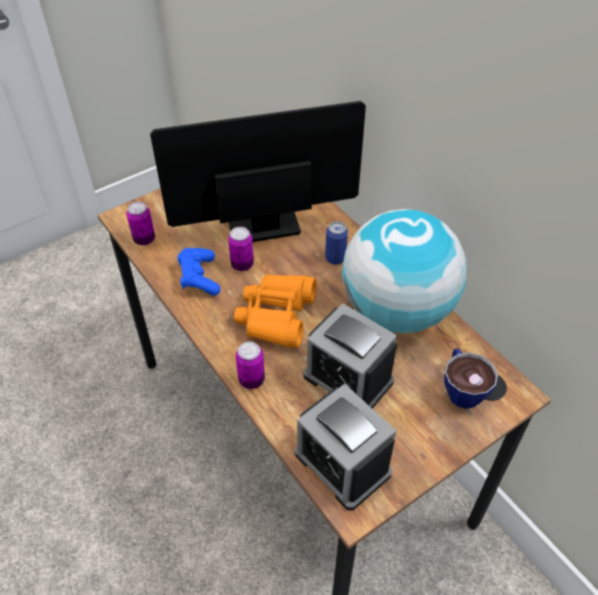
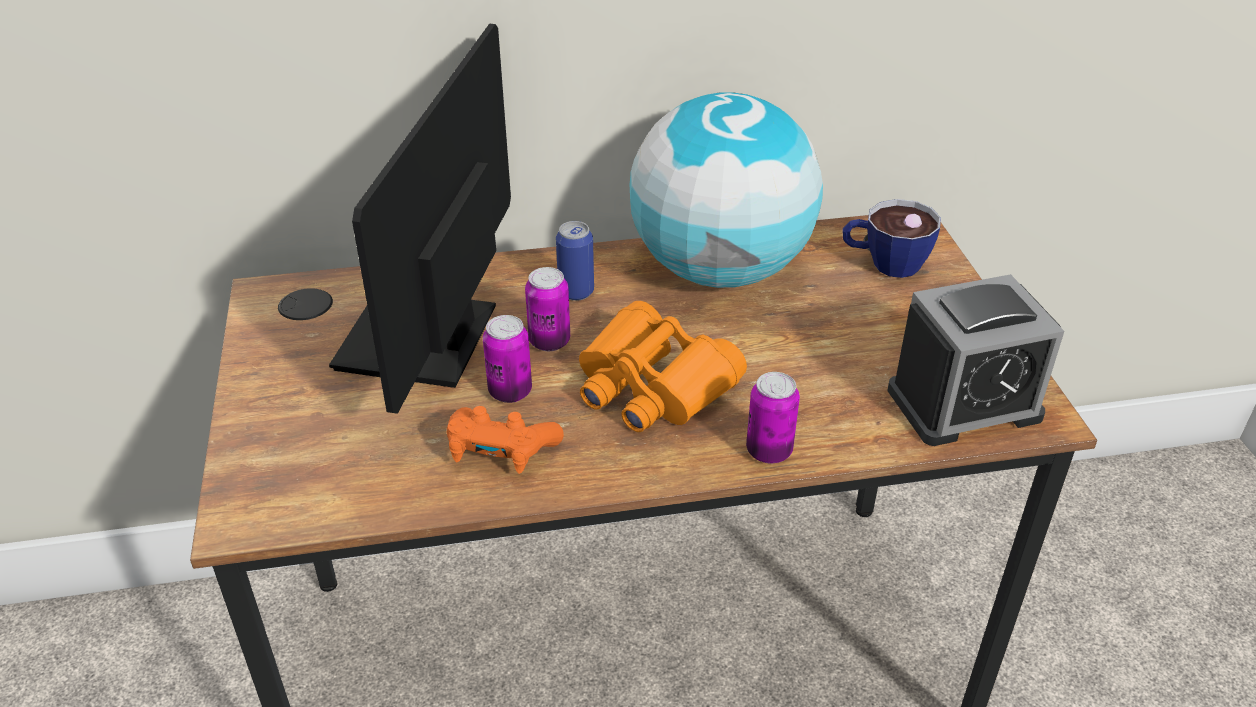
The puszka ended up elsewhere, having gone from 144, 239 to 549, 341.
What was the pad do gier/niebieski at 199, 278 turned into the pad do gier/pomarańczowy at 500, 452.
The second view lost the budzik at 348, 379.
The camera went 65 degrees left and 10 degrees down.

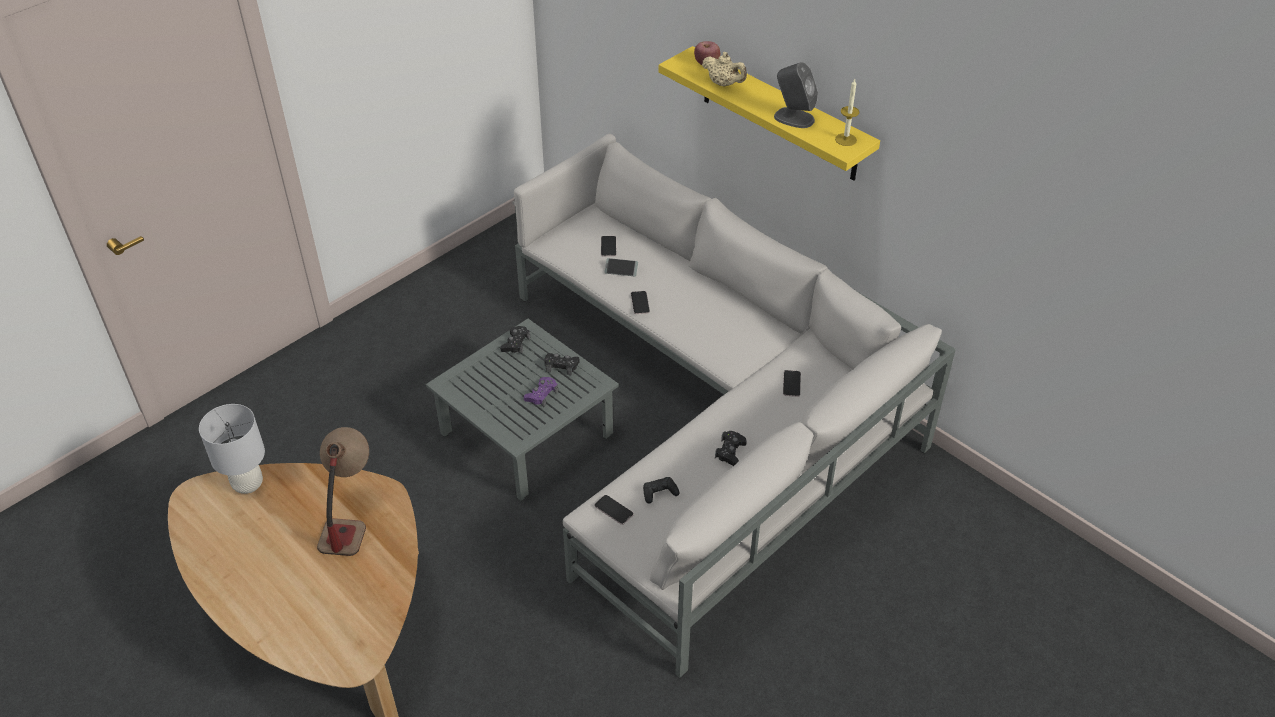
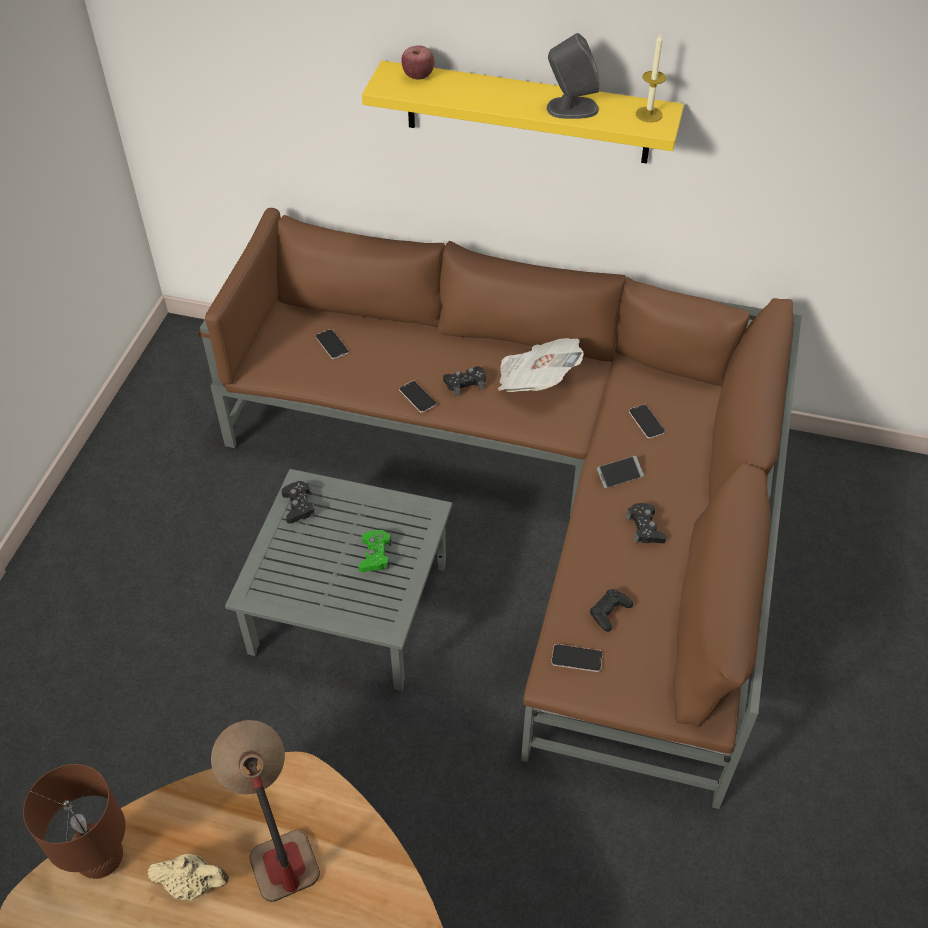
The imbryk/beżowy ended up elsewhere, having gone from 724, 84 to 193, 884.
What was the kanapa/biały at 680, 425 turned into the kanapa/brązowy at 510, 517.
The telefon ended up elsewhere, having gone from 621, 270 to 619, 475.
The pad do gier/czarny ended up elsewhere, having gone from 561, 366 to 465, 383.
What was the pad do gier/fioletowy at 541, 395 turned into the pad do gier/zielony at 375, 555.
What was the lampa stołowa/szary at 249, 485 turned into the lampa stołowa/brązowy at 104, 859.
The second view gained the gazeta at 536, 381.
The camera went 30 degrees left and 5 degrees up.

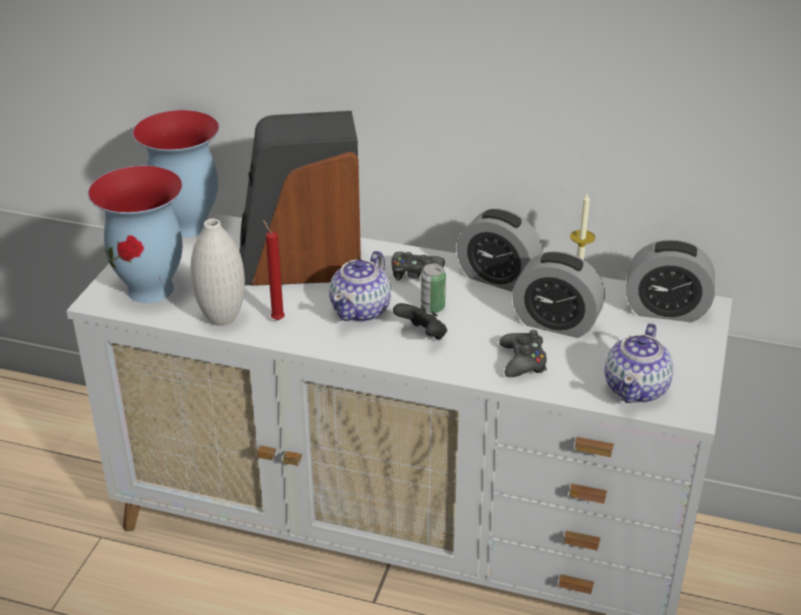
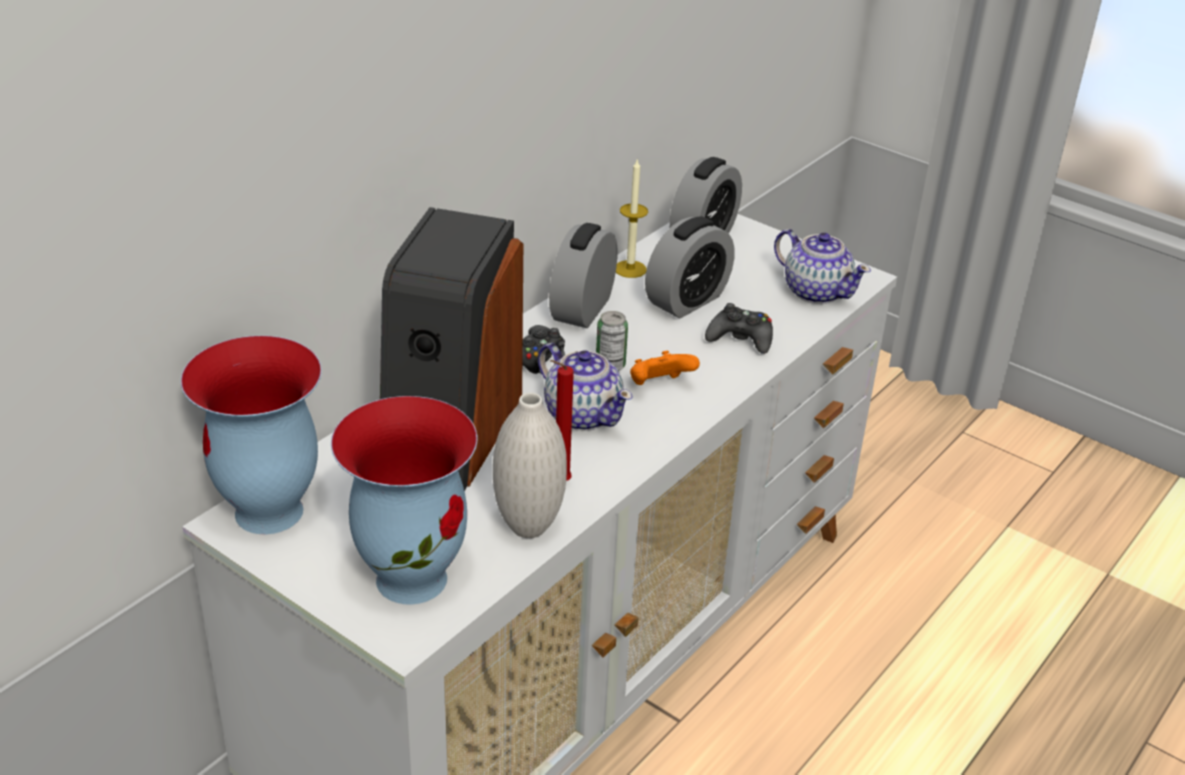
The budzik at 498, 278 ended up facing another way, 150 degrees clockwise from before.
What was the pad do gier/czarny at 422, 335 turned into the pad do gier/pomarańczowy at 659, 386.
The camera went 70 degrees left and 0 degrees up.

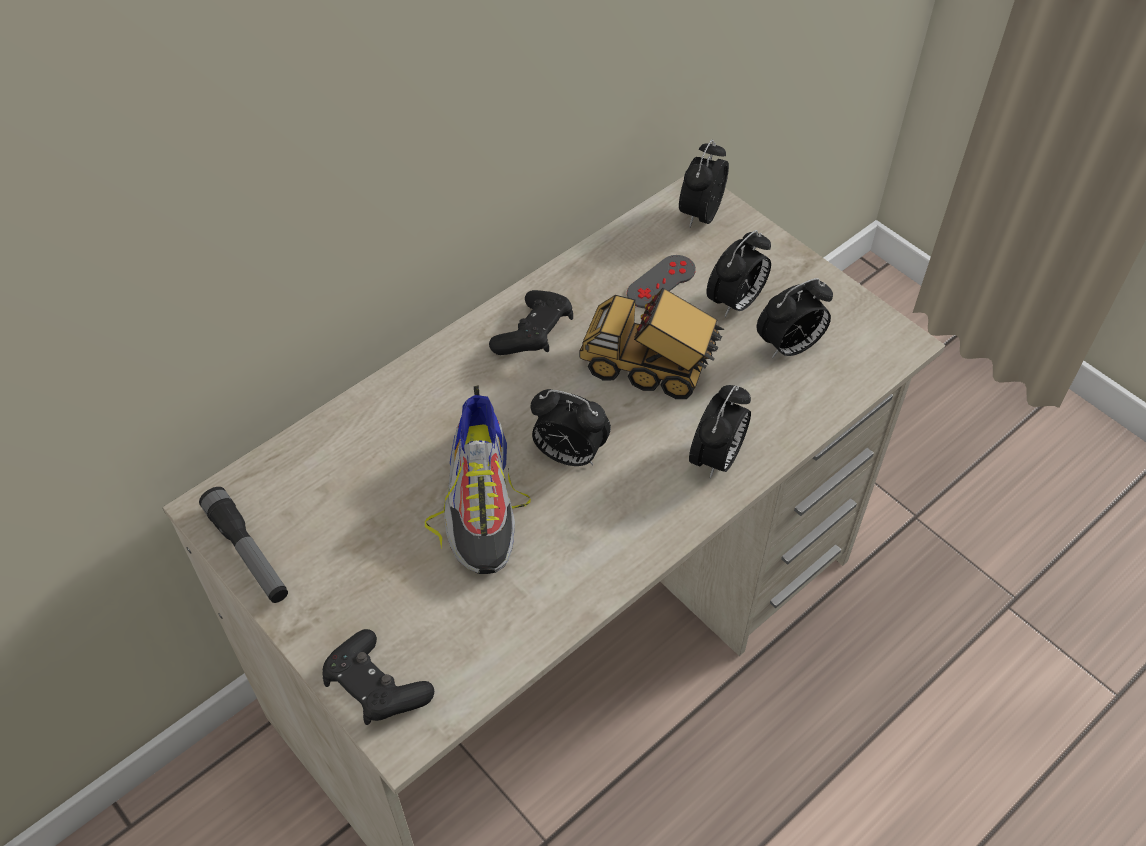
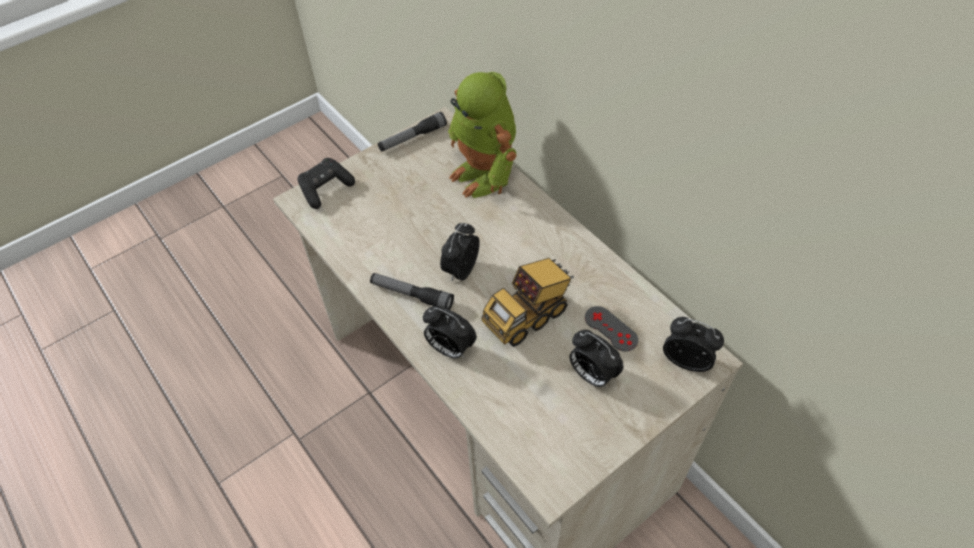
The second view lost the budzik at 789, 347.
The ciężarówka zabawkowa at 649, 369 ended up facing another way, 150 degrees counterclockwise from before.
The second view lost the pad do gier/czarny at 534, 336.
The second view lost the but at 482, 500.
The second view gained the robot zabawkowy at 485, 175.
The second view gained the latarka at 411, 295.
The camera went 95 degrees right and 0 degrees up.

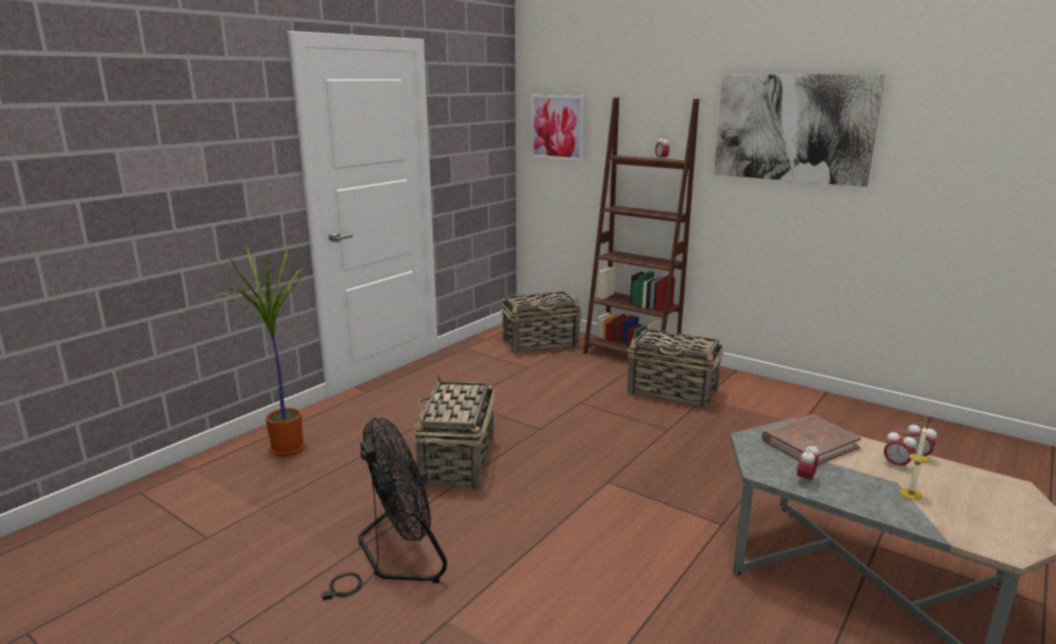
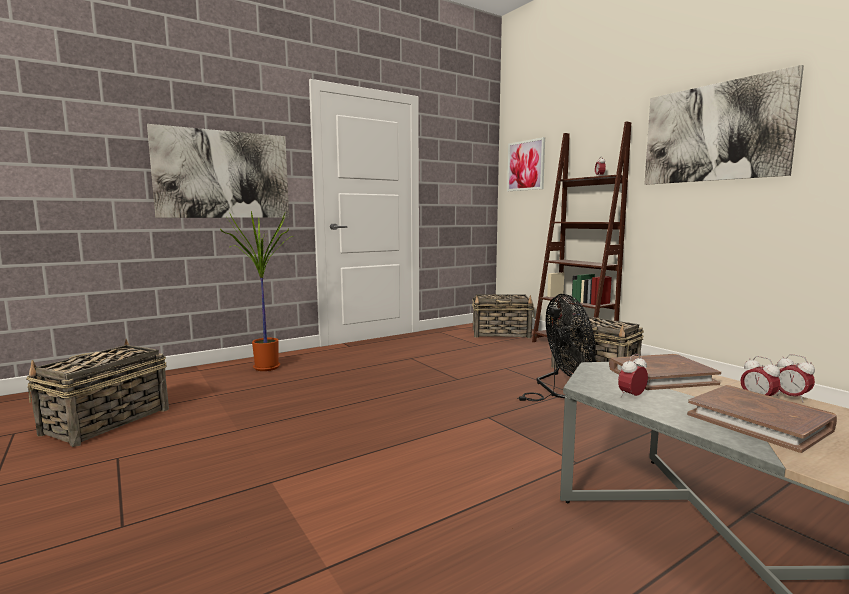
The koszyk ended up elsewhere, having gone from 457, 462 to 105, 422.
The wentylator/czarny ended up elsewhere, having gone from 389, 555 to 559, 390.
Where the świeca stood at 910, 494, the książka/brązowy came to stand at 759, 422.
The second view gained the obraz at 223, 174.
The camera went 20 degrees right and 10 degrees down.

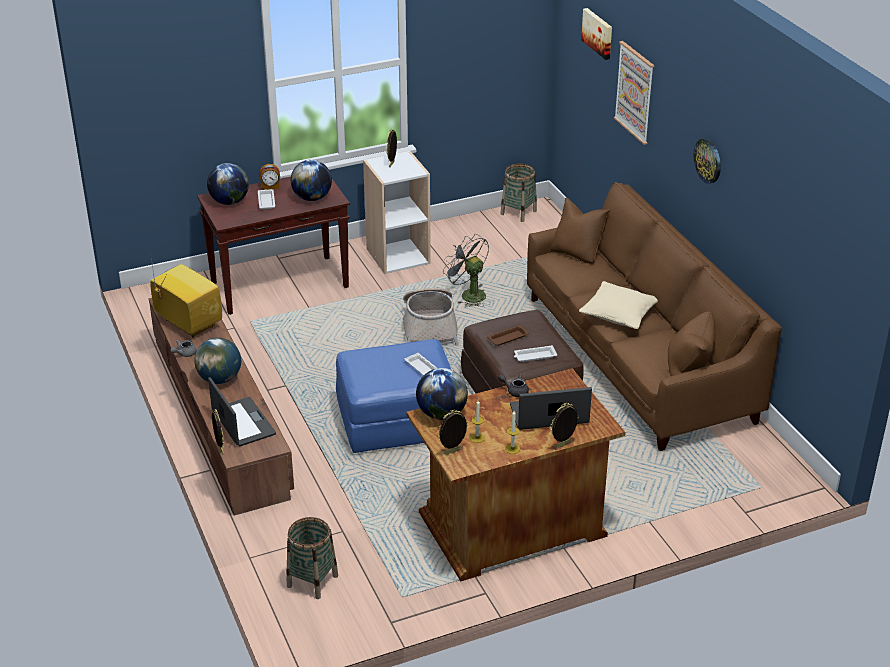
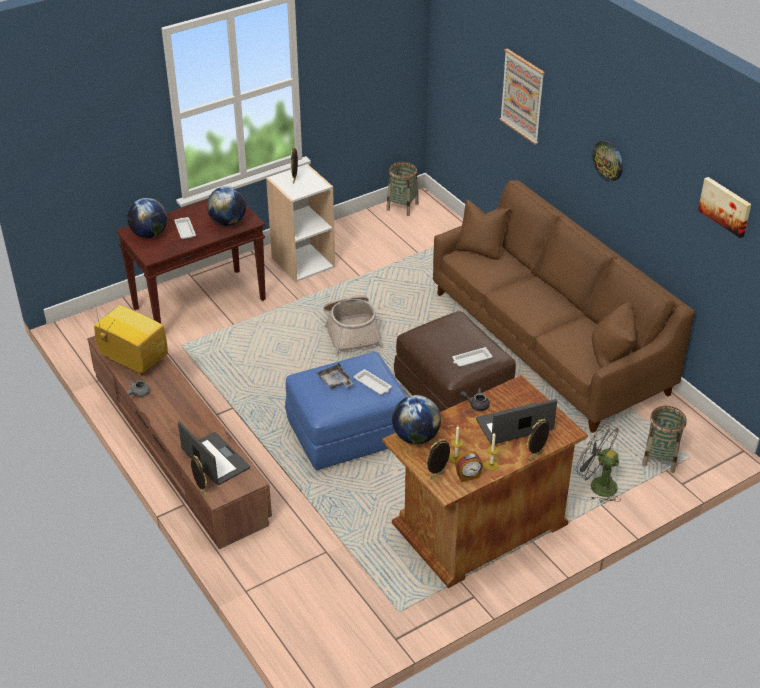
The obraz ended up elsewhere, having gone from 598, 33 to 726, 206.
The budzik ended up elsewhere, having gone from 270, 187 to 468, 476.
The wentylator/szary ended up elsewhere, having gone from 468, 294 to 597, 485.
The second view lost the poduszka/beżowy at 619, 314.
The second view lost the taca/brązowy at 508, 338.
The second view lost the globus at 220, 379.
The koszyk ended up elsewhere, having gone from 312, 581 to 660, 458.
The second view gained the taca/szary at 335, 381.
The camera went 10 degrees left and 5 degrees up.

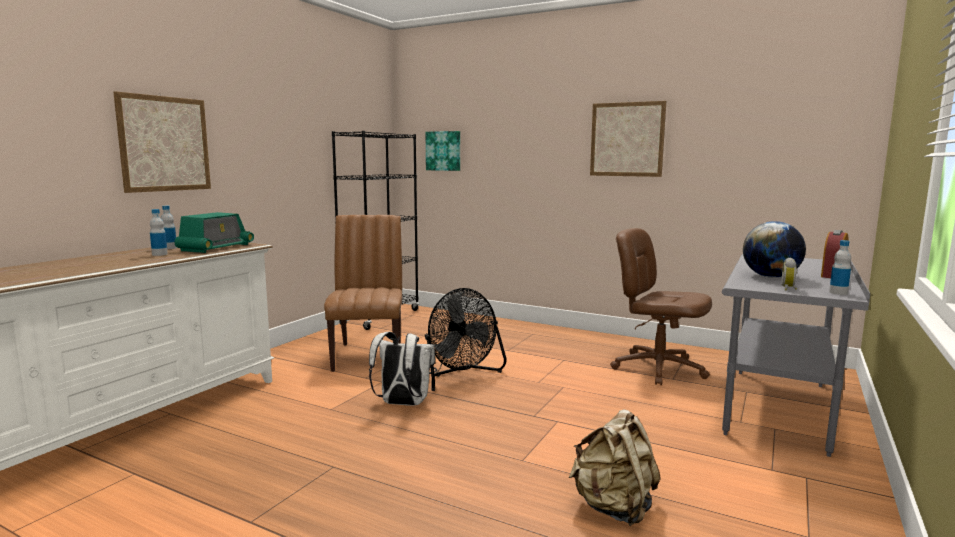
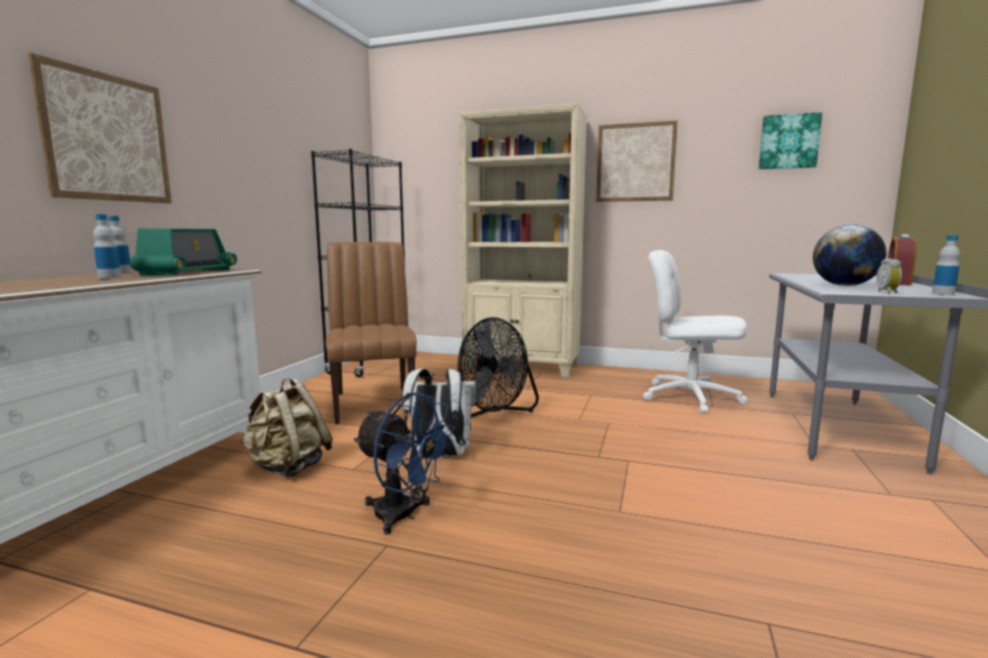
The obraz ended up elsewhere, having gone from 443, 151 to 788, 142.
What was the krzesło biurowe/brązowy at 658, 368 turned into the krzesło biurowe/biały at 690, 397.
The plecak/beżowy ended up elsewhere, having gone from 613, 507 to 288, 468.
The second view gained the regał/beżowy at 522, 367.
The second view gained the wentylator/niebieski at 404, 516.
The camera went 10 degrees left and 0 degrees up.

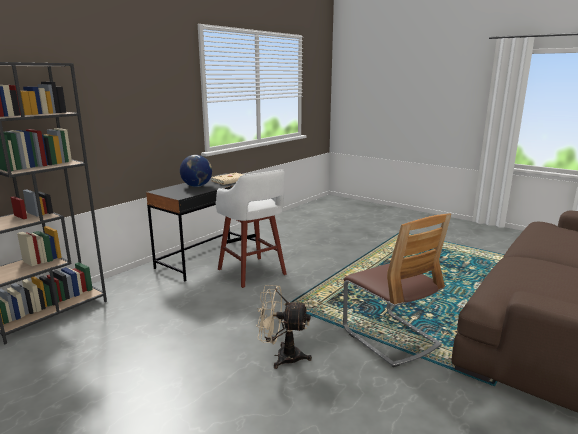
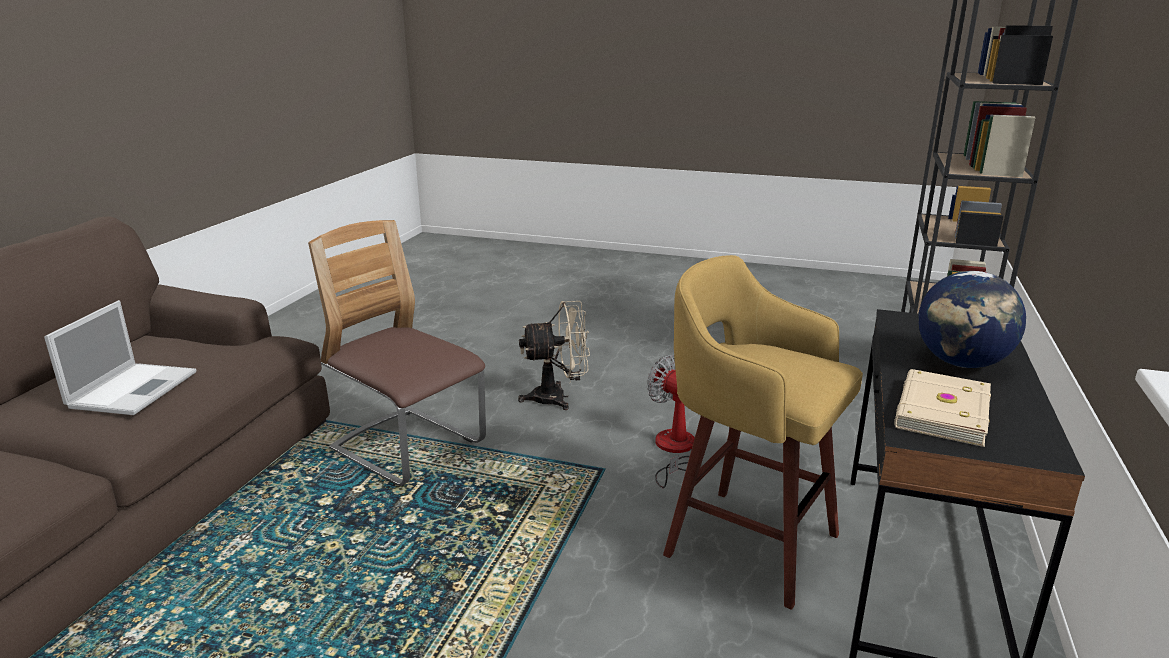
What was the stołek/biały at 252, 272 turned into the stołek/żółty at 746, 542.
The second view gained the laptop at 134, 388.
The second view gained the wentylator at 674, 450.
The camera went 160 degrees right and 5 degrees up.

